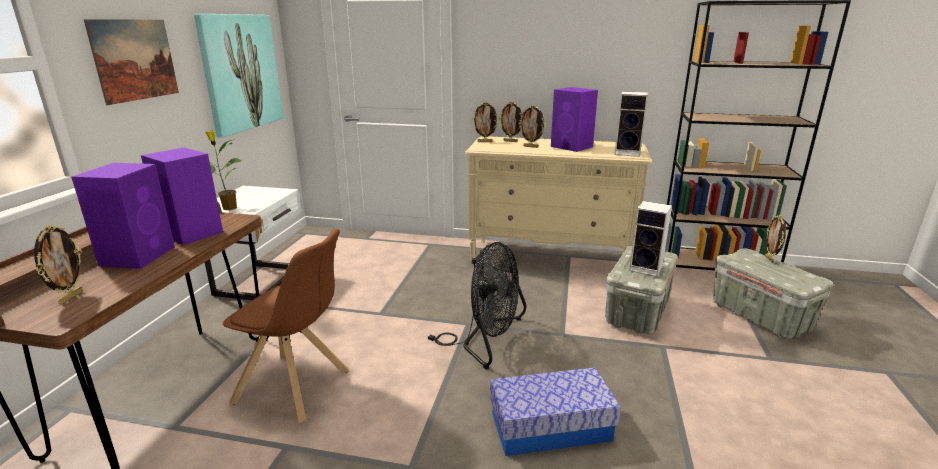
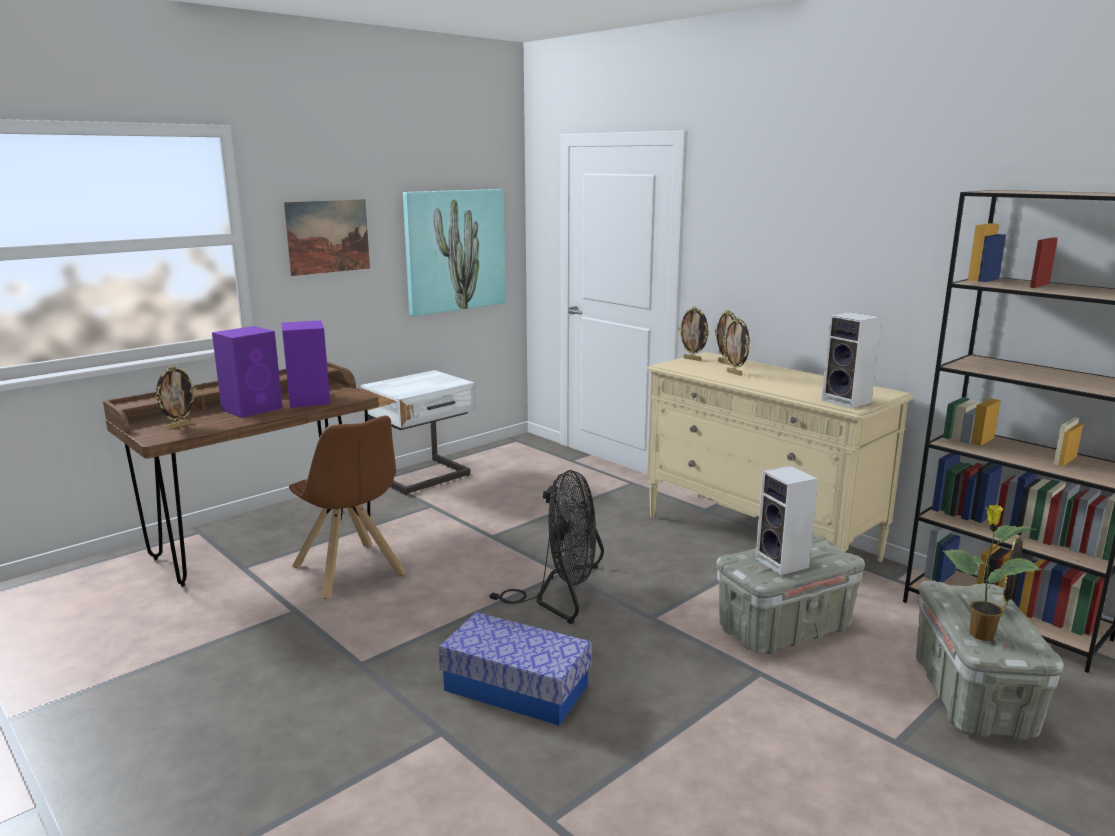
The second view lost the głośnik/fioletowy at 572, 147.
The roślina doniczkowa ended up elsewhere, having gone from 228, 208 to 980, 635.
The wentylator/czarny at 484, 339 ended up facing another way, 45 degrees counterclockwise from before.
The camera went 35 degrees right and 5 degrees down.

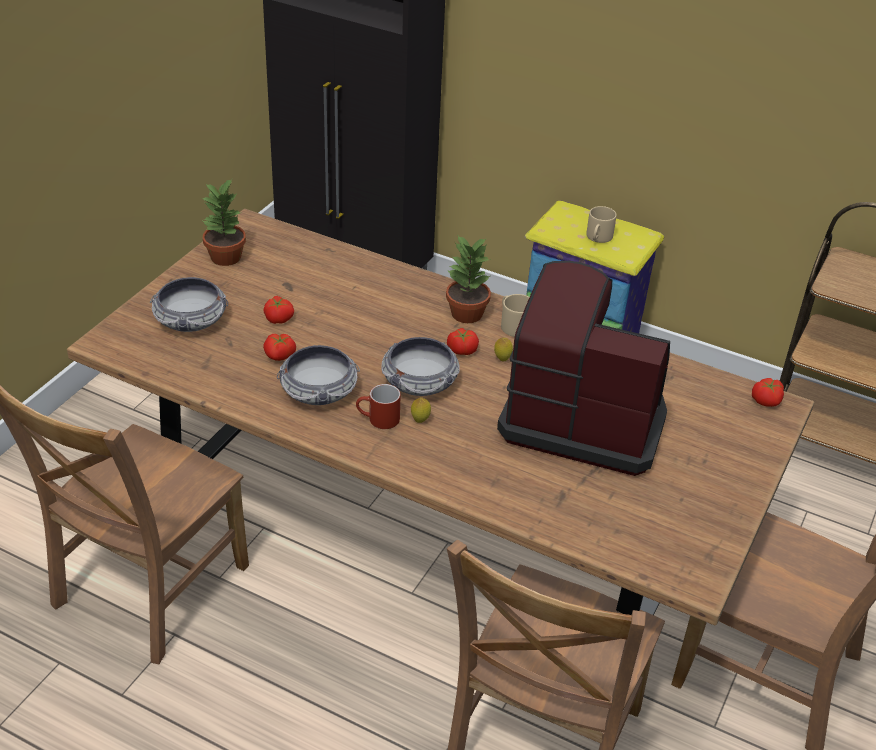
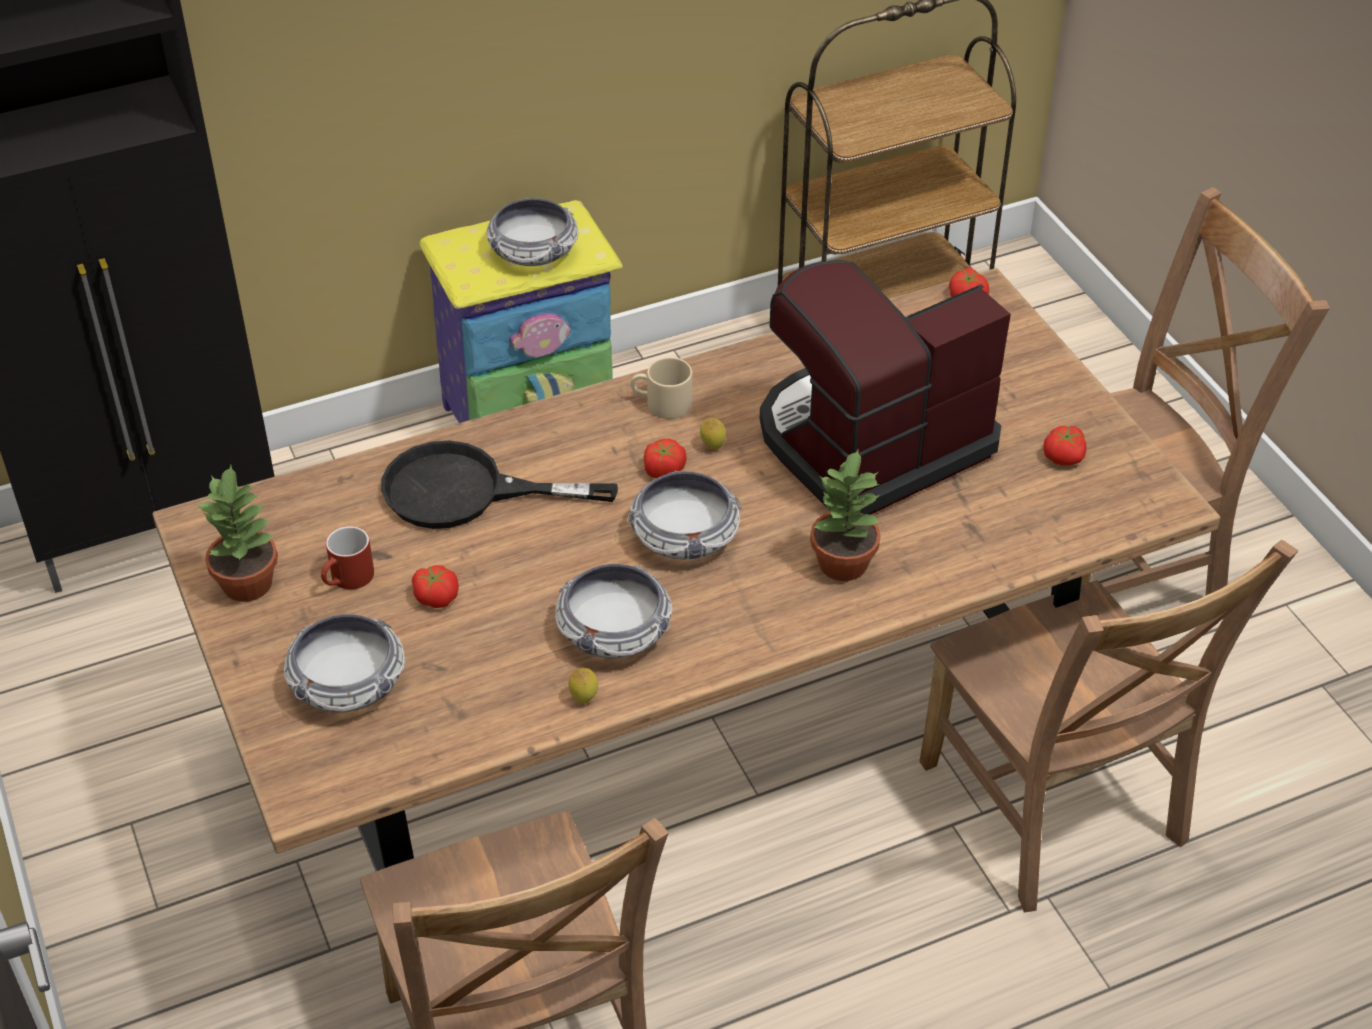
Where the kubek/beżowy stood at 598, 238, the miska came to stand at 533, 251.
The roślina doniczkowa ended up elsewhere, having gone from 465, 313 to 842, 564.
The pomidor ended up elsewhere, having gone from 280, 355 to 1064, 457.
The kubek/czerwony ended up elsewhere, having gone from 378, 420 to 348, 580.
The cytryna ended up elsewhere, having gone from 420, 420 to 584, 698.
The second view gained the patelnia/czarny at 466, 492.
The camera went 50 degrees left and 5 degrees up.

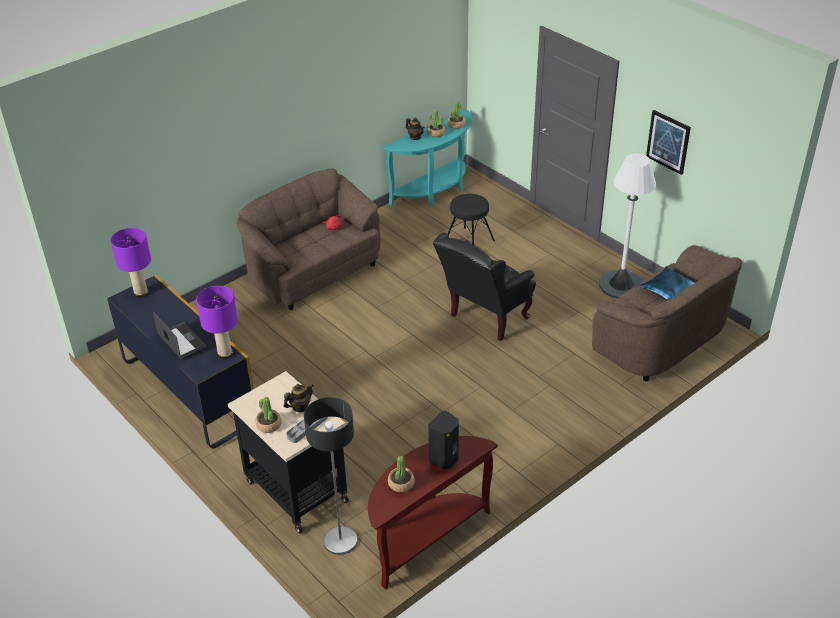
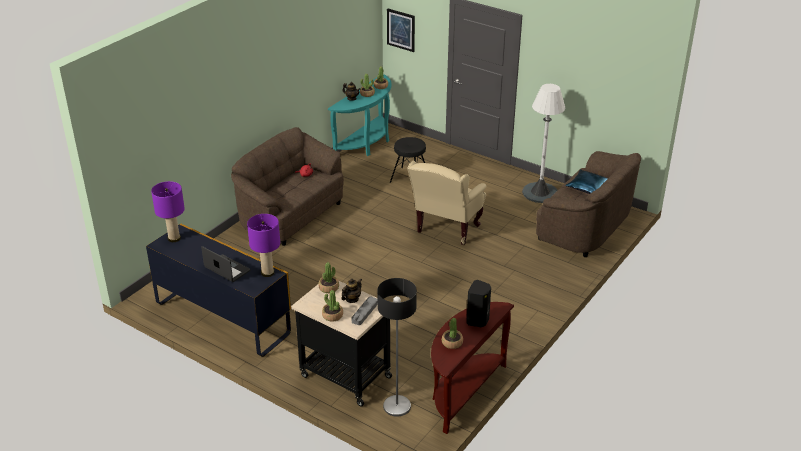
The obraz ended up elsewhere, having gone from 668, 142 to 401, 30.
What was the fotel/czarny at 483, 321 turned into the fotel/beżowy at 444, 233.
The second view gained the roślina doniczkowa at 329, 288.
The camera went 15 degrees left and 5 degrees down.

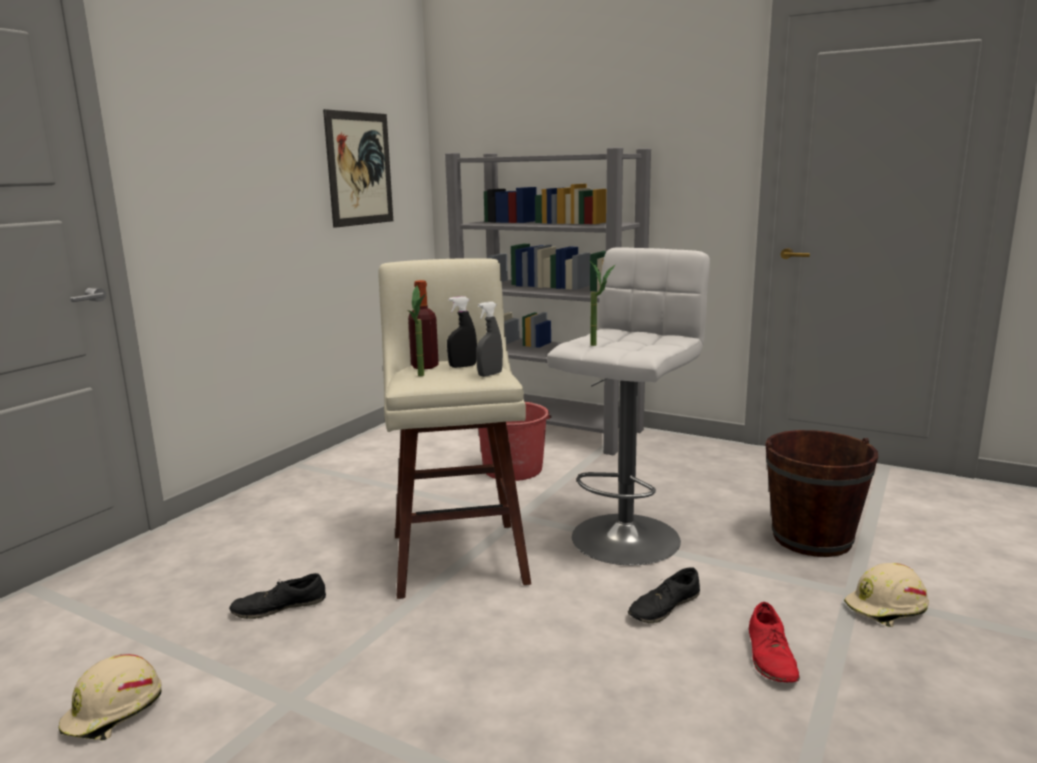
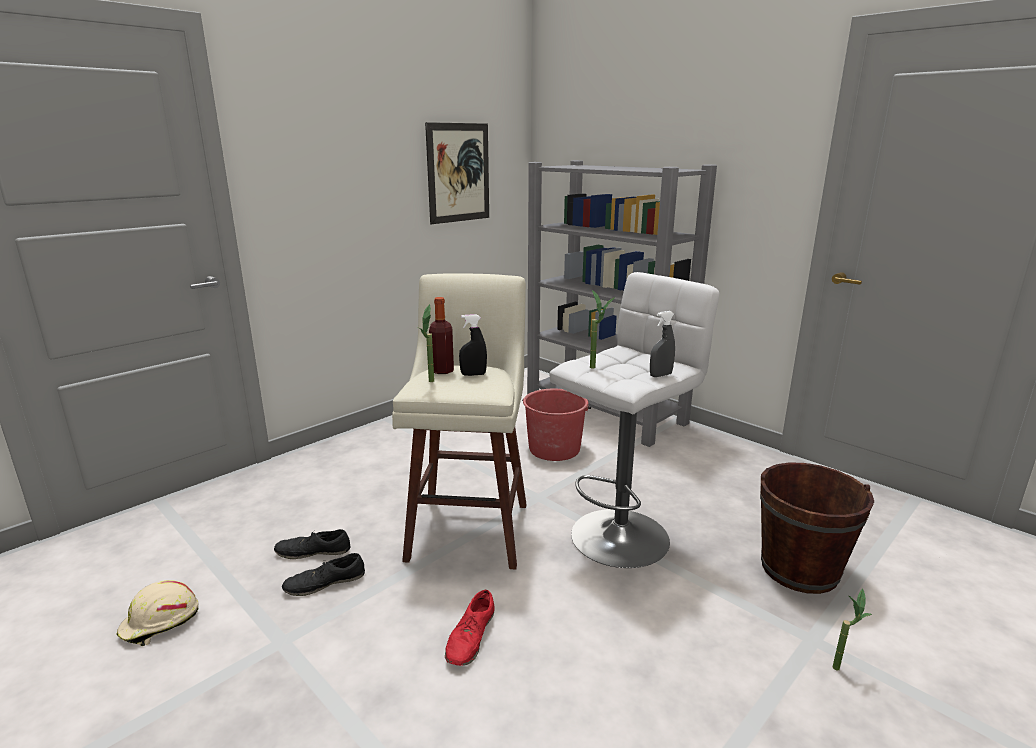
The spryskiwacz/szary ended up elsewhere, having gone from 490, 374 to 660, 375.
Where the kask/beżowy stood at 886, 609, the roślina doniczkowa came to stand at 840, 665.
The but/czarny ended up elsewhere, having gone from 664, 607 to 325, 582.
The but/czerwony ended up elsewhere, having gone from 771, 656 to 471, 637.
The camera went 15 degrees right and 5 degrees up.

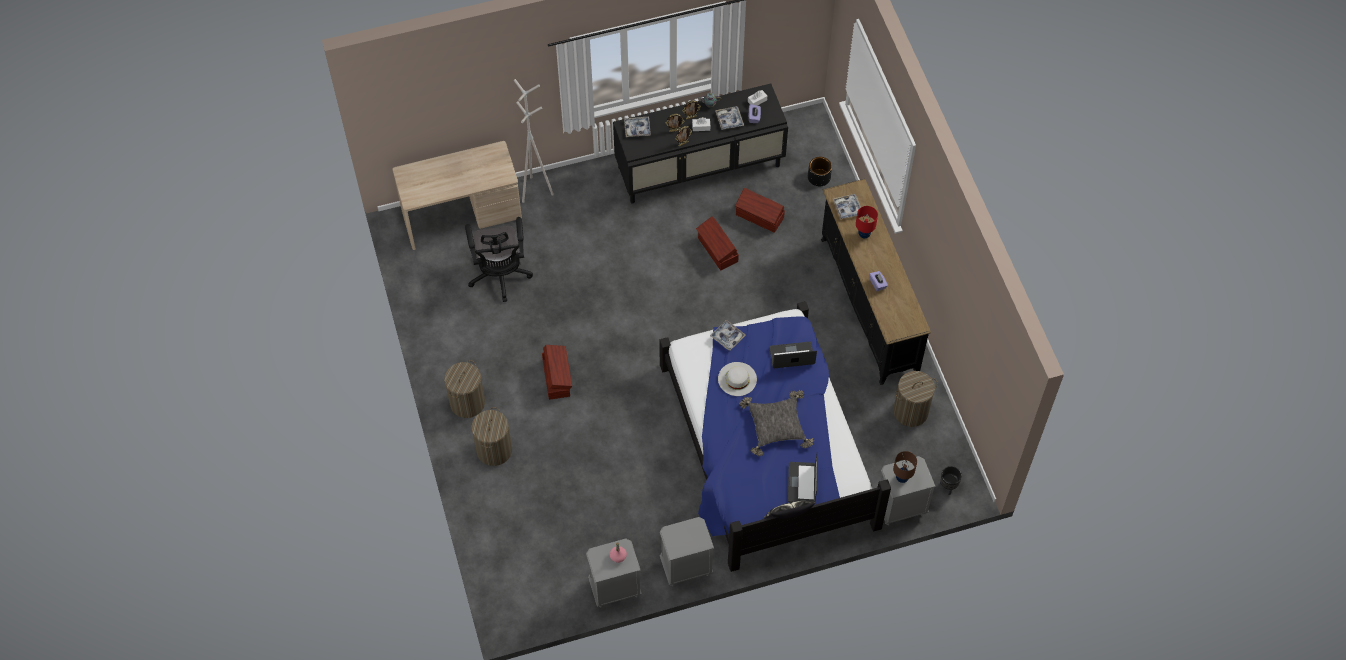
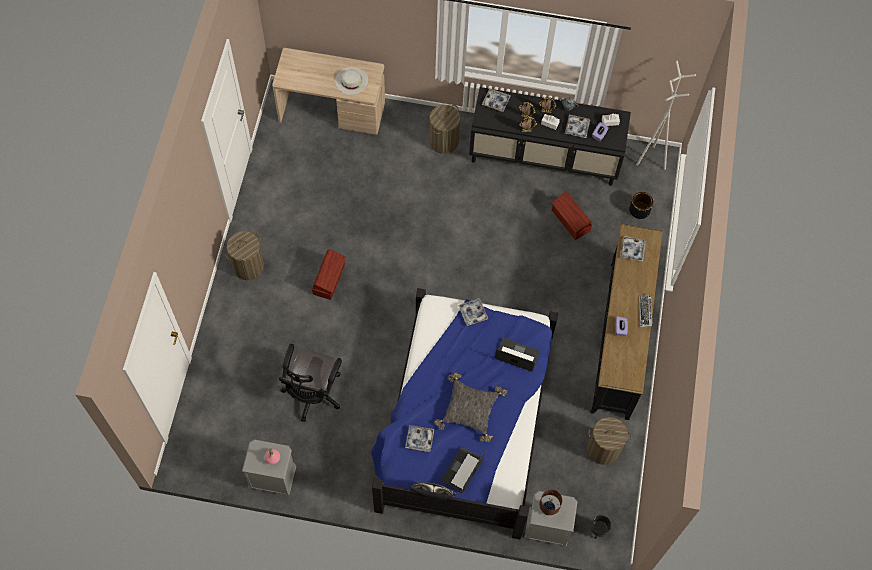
The wieszak/szary ended up elsewhere, having gone from 536, 191 to 652, 160.
The second view lost the lampa stołowa/czerwony at 864, 234.
The second view lost the pojemnik do przechowywania/brązowy at 717, 250.
The krzesło biurowe ended up elsewhere, having gone from 500, 275 to 313, 393.
The kapelusz/biały ended up elsewhere, having gone from 737, 379 to 351, 80.
The kosz na pranie ended up elsewhere, having gone from 494, 450 to 443, 141.
The second view lost the szafka nocna/szary at 685, 567.
The second view gained the klawiatura at 645, 312.
The second view gained the taca at 419, 439.
The camera went 25 degrees right and 5 degrees up.

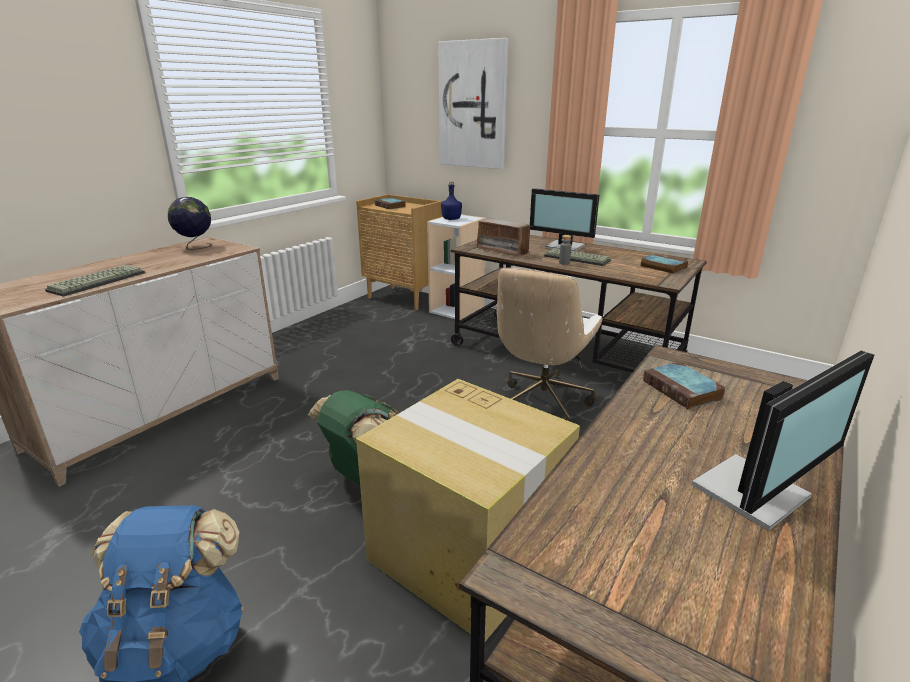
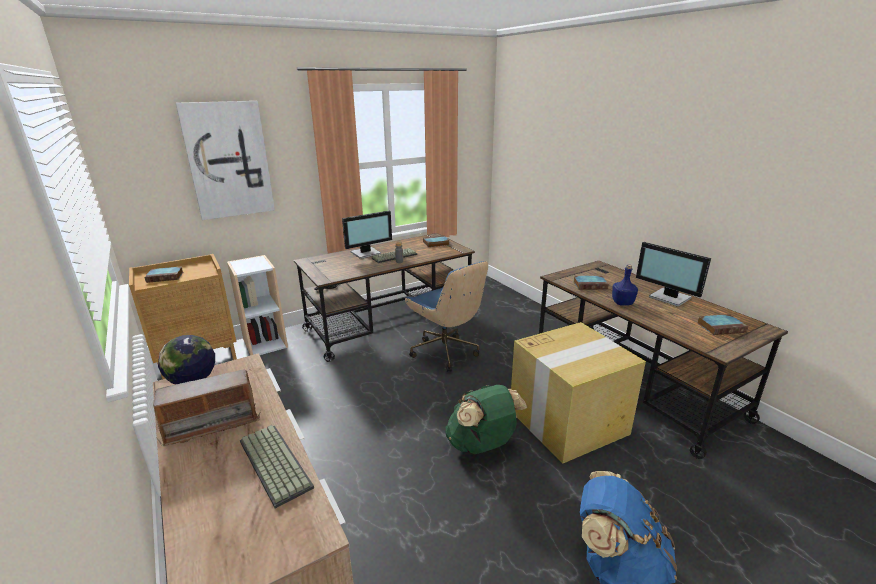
The butelka/niebieski ended up elsewhere, having gone from 451, 219 to 622, 303.
The radio ended up elsewhere, having gone from 503, 251 to 212, 424.
What was the krzesło biurowe/biały at 541, 406 turned into the krzesło biurowe/niebieski at 446, 354.
The monitor at 755, 493 ended up facing another way, 150 degrees clockwise from before.
The second view gained the książka at 721, 327.
The camera went 65 degrees left and 0 degrees up.

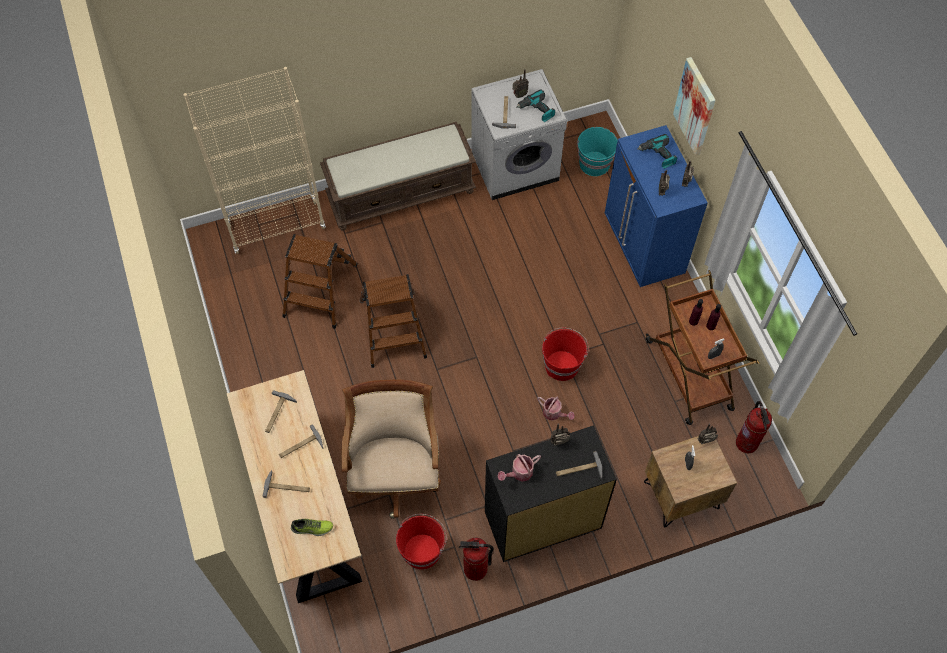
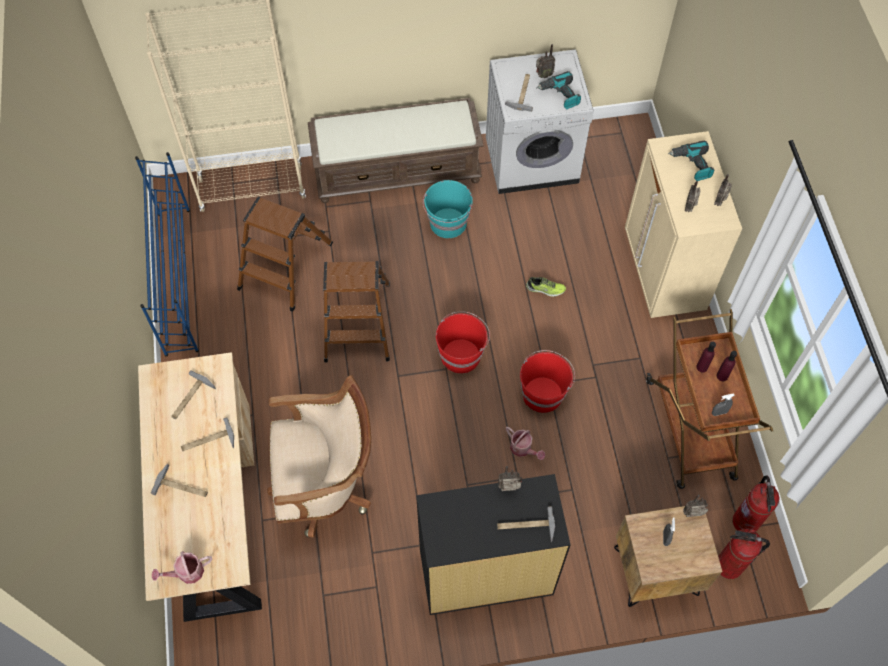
The second view lost the obraz at 695, 106.
What was the szafka/niebieski at 644, 243 turned into the szafka/beżowy at 665, 268.
The wiadro/turkusowy ended up elsewhere, having gone from 594, 164 to 448, 223.
The krzesło biurowe at 396, 474 ended up facing another way, 75 degrees clockwise from before.
The konewka ended up elsewhere, having gone from 519, 473 to 186, 572.
The wiadro/czerwony ended up elsewhere, having gone from 422, 550 to 461, 355.
The but ended up elsewhere, having gone from 312, 528 to 545, 289.
The gaśnica ended up elsewhere, having gone from 475, 569 to 729, 565.
The second view gained the regał na buty/niebieski at 178, 279.
The camera went 10 degrees right and 0 degrees up.

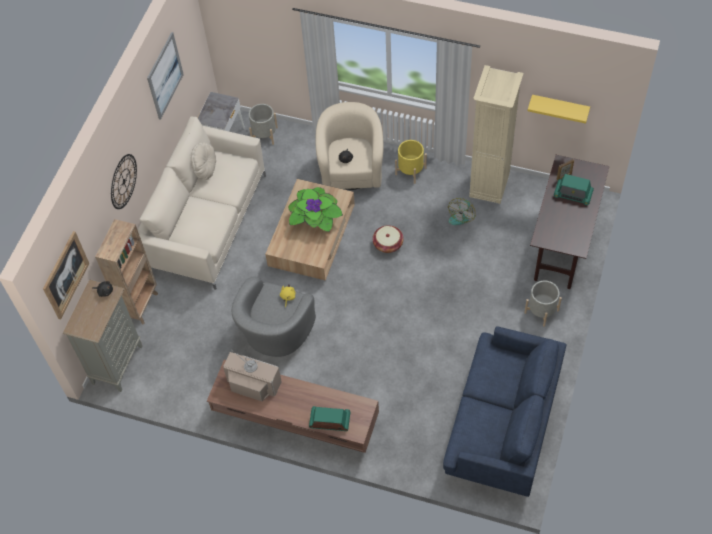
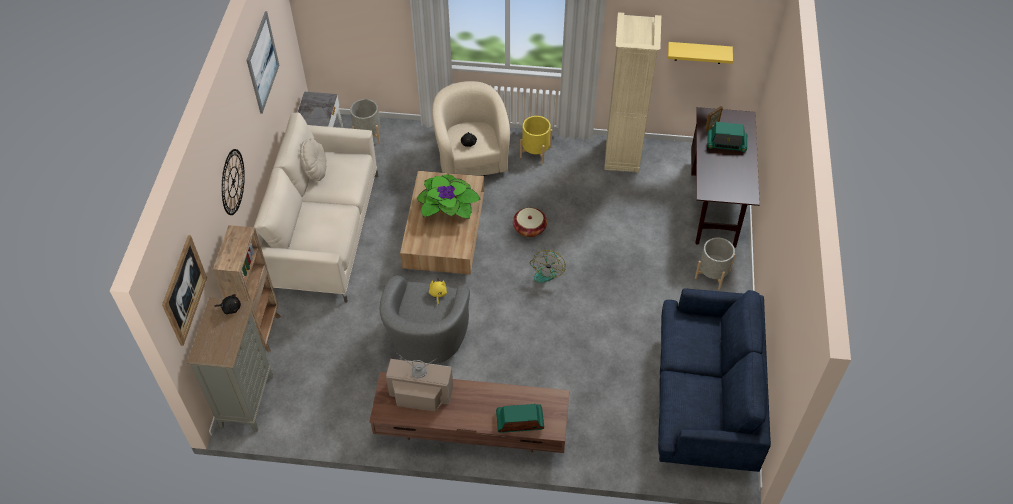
The wentylator ended up elsewhere, having gone from 461, 215 to 546, 270.
The camera went 15 degrees left and 5 degrees down.

